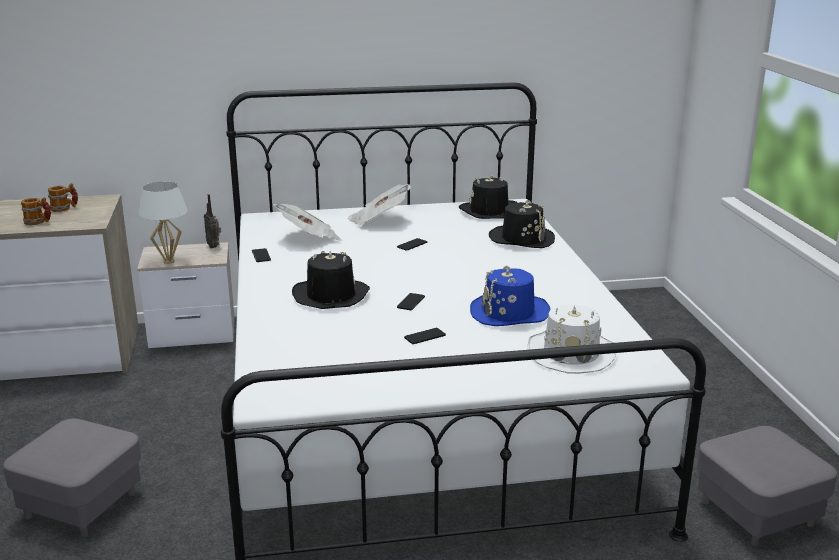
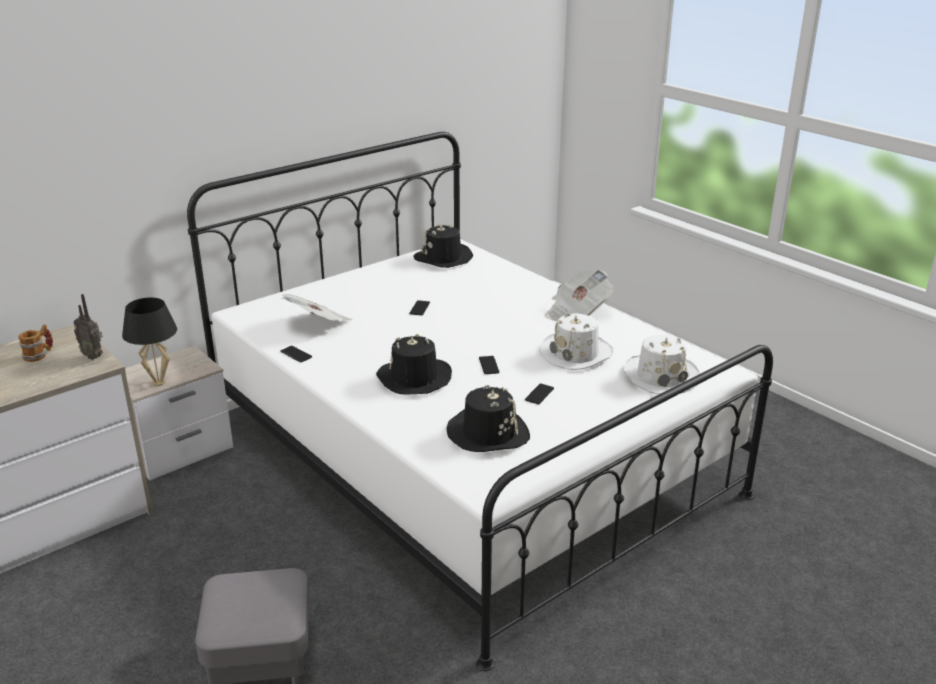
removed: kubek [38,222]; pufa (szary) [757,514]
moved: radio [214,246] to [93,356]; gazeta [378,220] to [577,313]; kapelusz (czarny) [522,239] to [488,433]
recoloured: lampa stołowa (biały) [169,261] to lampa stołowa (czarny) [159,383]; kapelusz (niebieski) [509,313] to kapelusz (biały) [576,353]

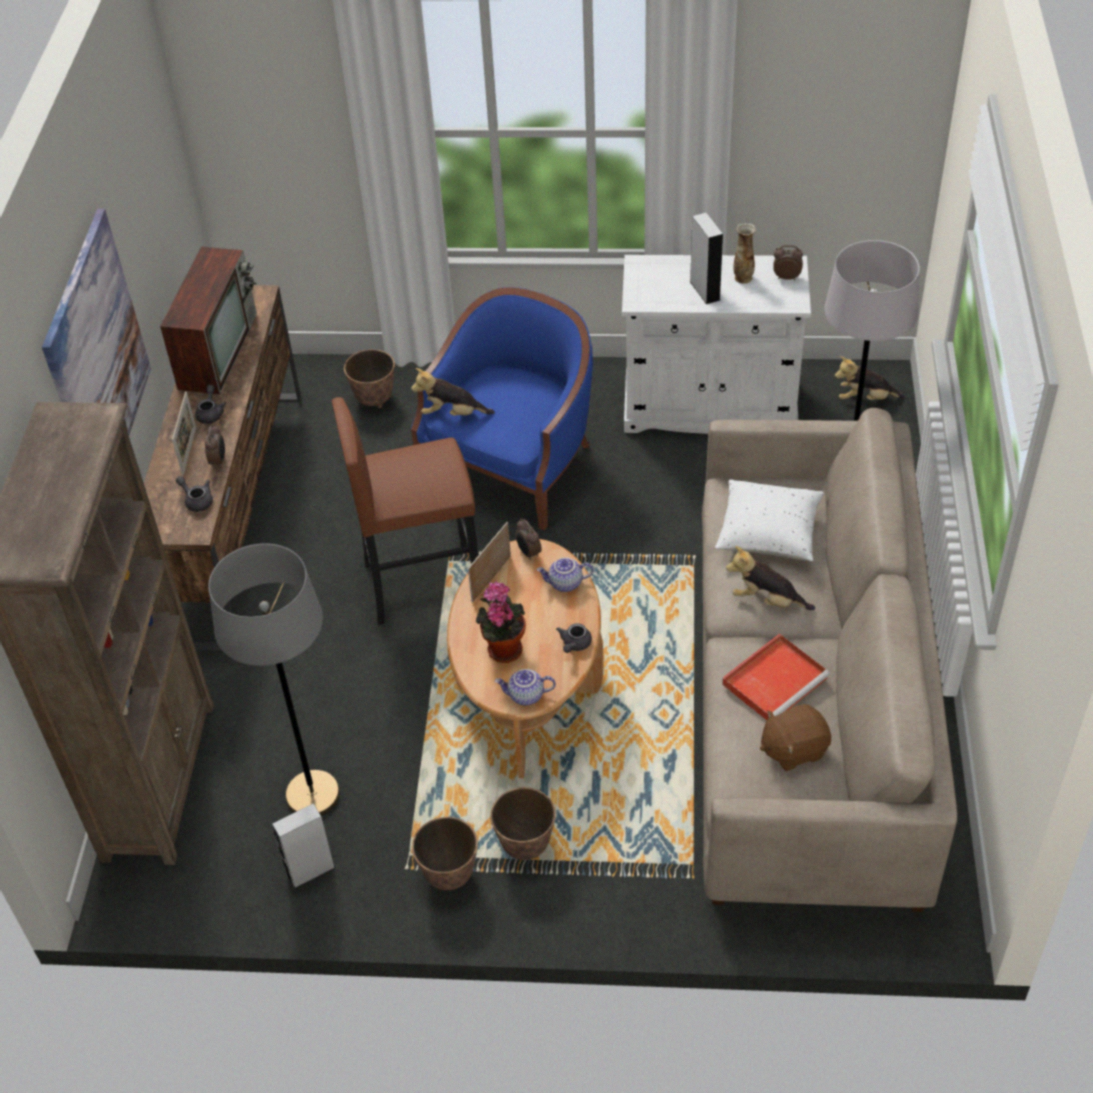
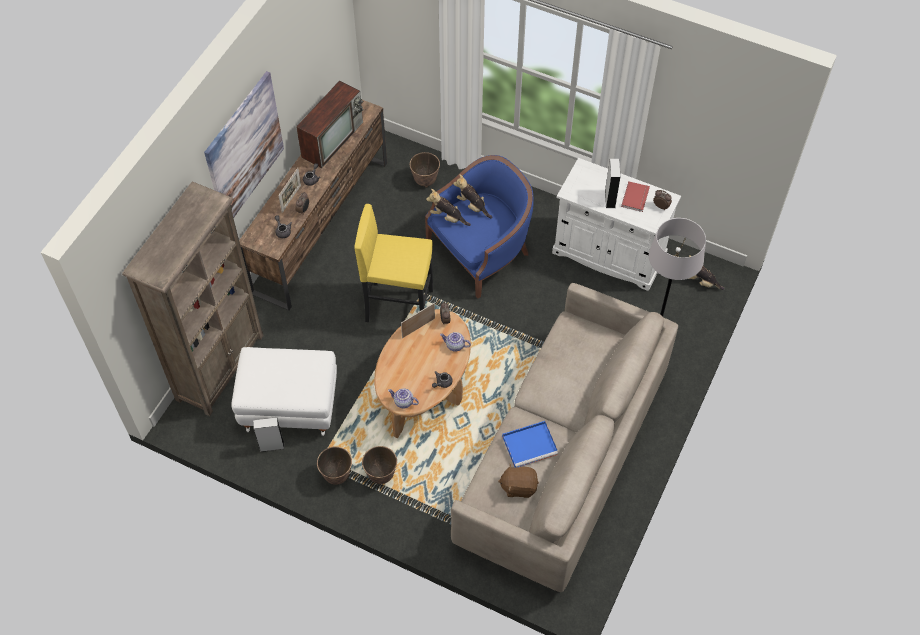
removed: roślina doniczkowa [503,648]; poduszka (biały) [768,534]
moved: pluszak [767,600] to [472,206]
replaced: lampa stojąca (szary) [313,795] to pufa (biały) [290,405]; wazon [743,277] to książka (czerwony) [636,197]
recoloured: stołek (brązowy) [422,582] to stołek (żółty) [399,305]; taca (czerwony) [775,679] to taca (niebieski) [530,445]

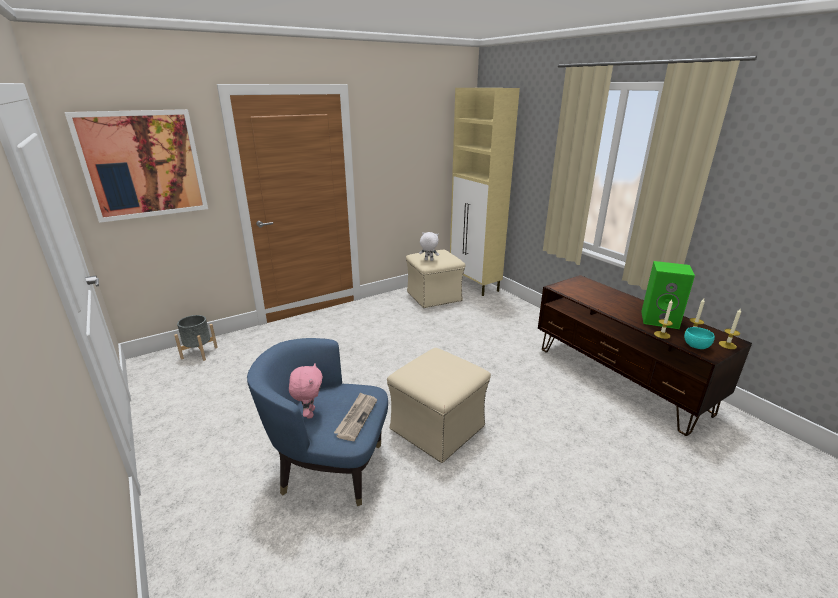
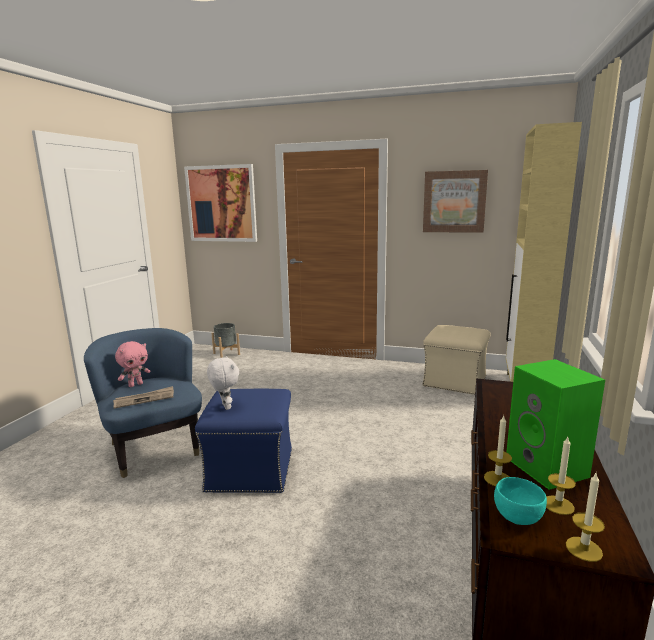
added: obraz [454,202]
moved: pluszak (biały) [428,260] to [225,407]
recoloured: pufa (beżowy) [438,427] to pufa (niebieski) [251,470]

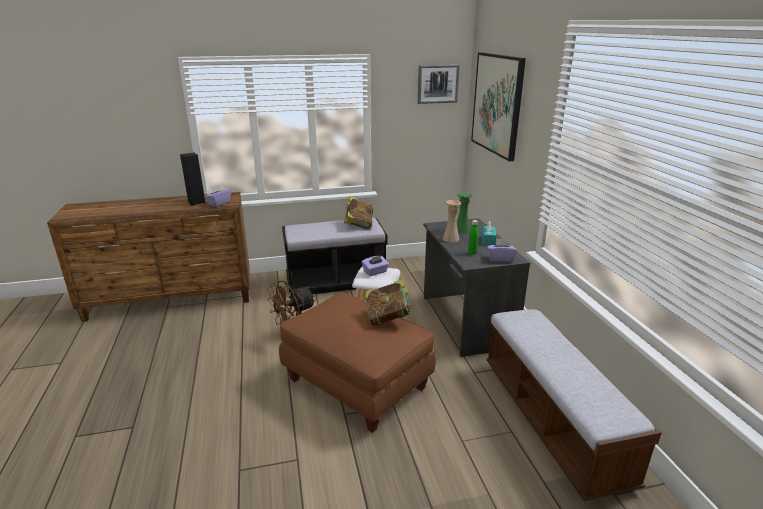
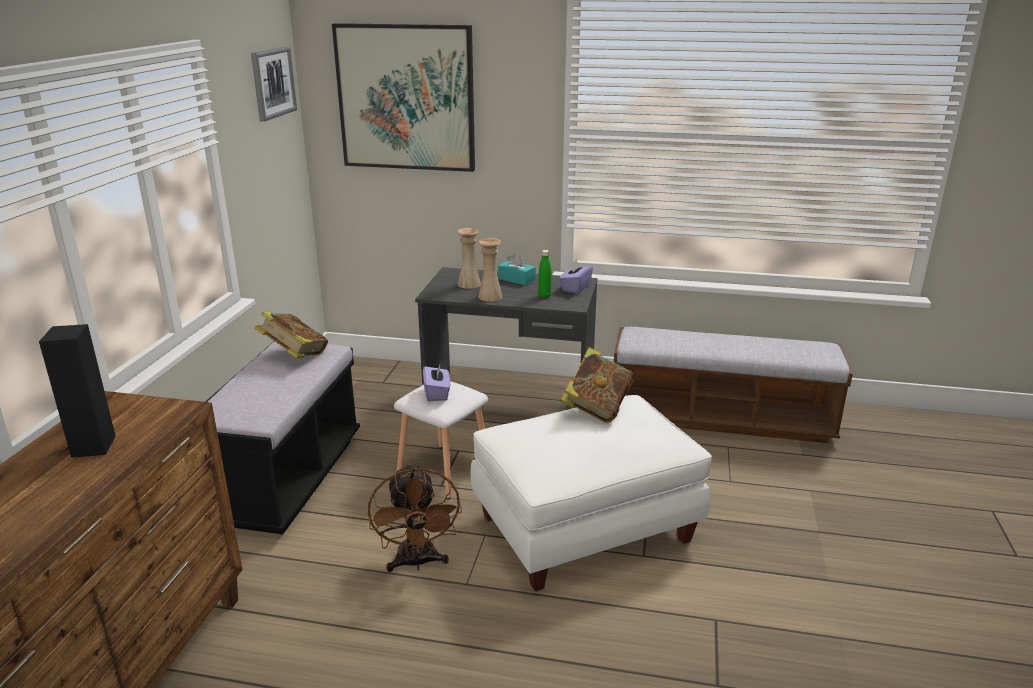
removed: pudełko chusteczek (fioletowy) [219,203]
recoloured: pufa (brązowy) [356,383] to pufa (biały) [585,529]; wazon (zielony) [462,230] to wazon (beżowy) [469,284]

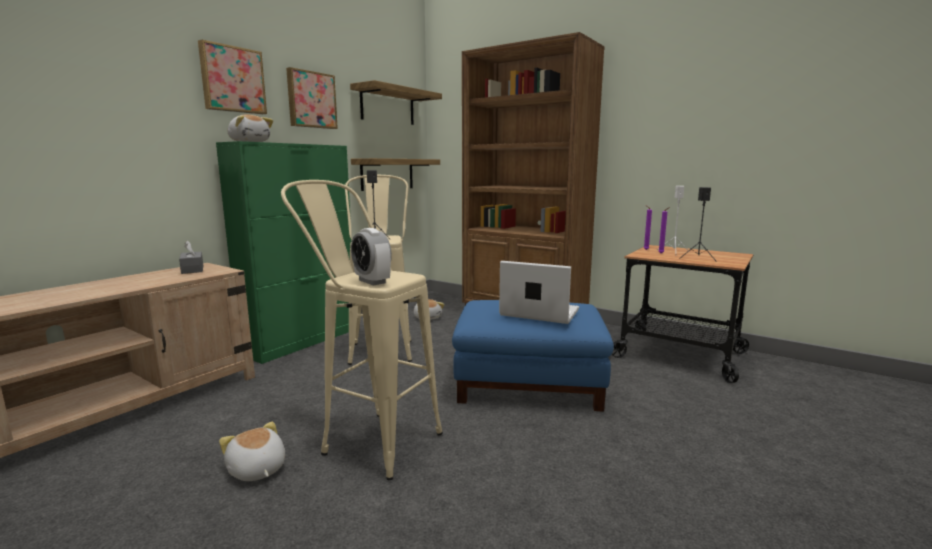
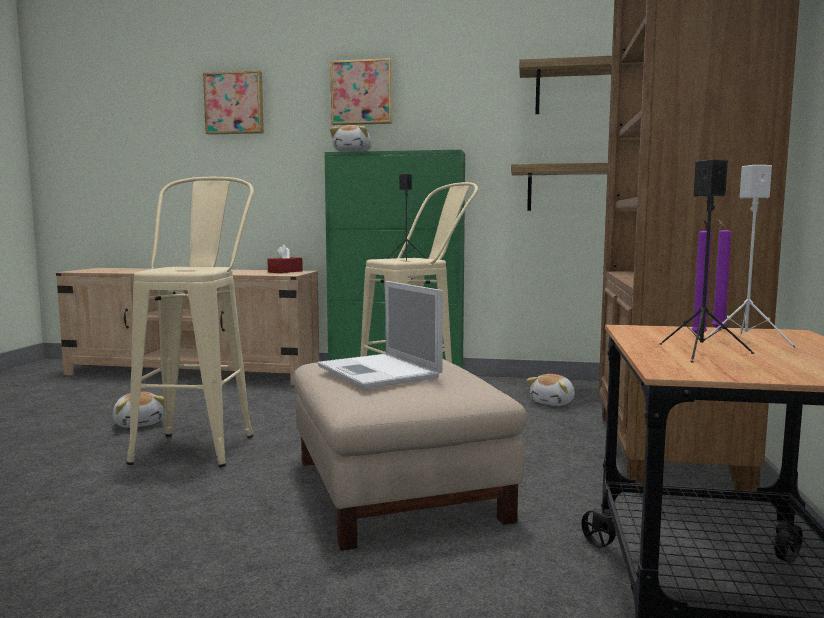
removed: budzik [372,281]
moved: obraz [311,100] to [235,103]
recoloured: pudełko chusteczek (szary) [192,269] to pudełko chusteczek (czerwony) [285,271]; pufa (niebieski) [529,382] to pufa (beżowy) [399,489]
turned: pluszak [256,470] = [139,423] 120 degrees clockwise; laptop [538,312] = [380,372] 150 degrees clockwise

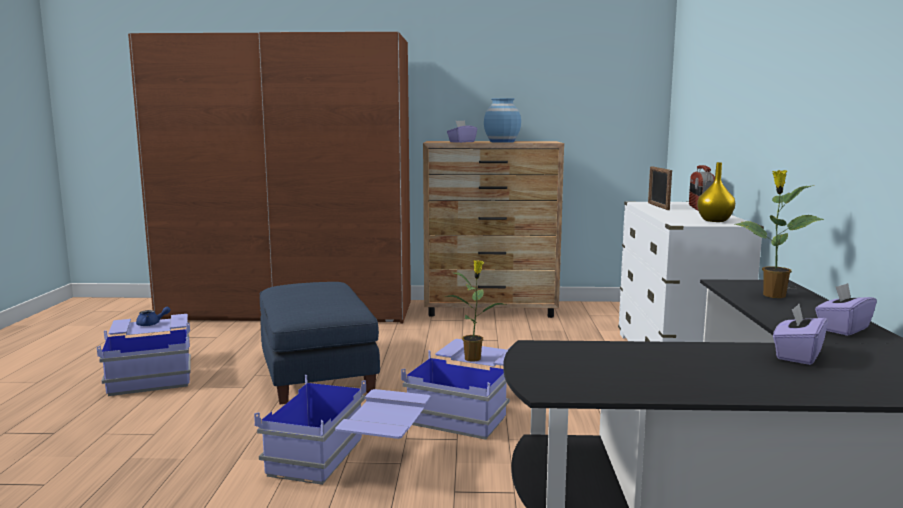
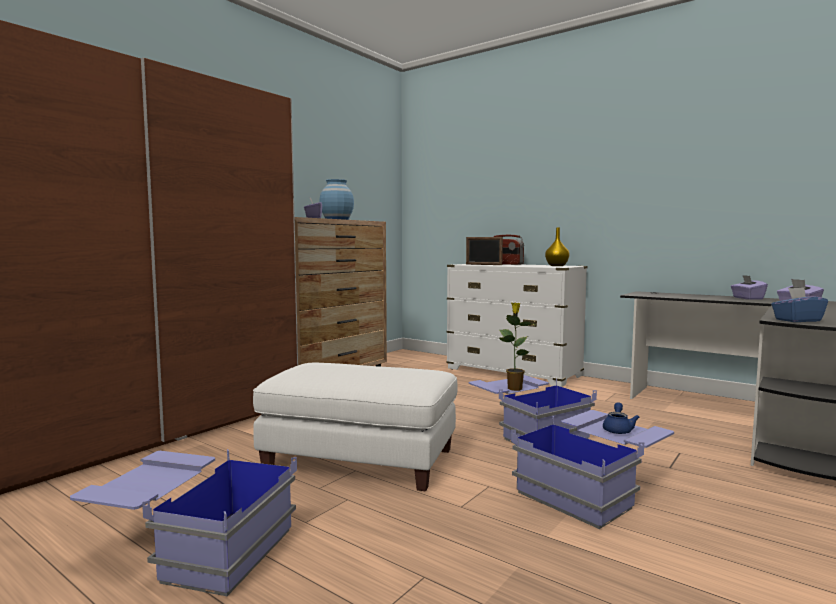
removed: roślina doniczkowa [773,295]
added: pudełko chusteczek (niebieski) [797,320]
moved: imbryk (niebieski) [152,324] to [618,429]
recoloured: pufa (niebieski) [317,371] to pufa (biały) [361,459]

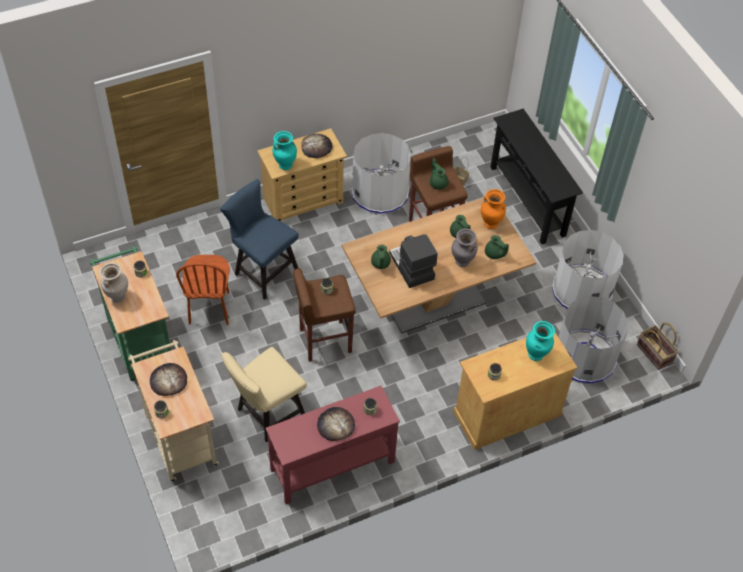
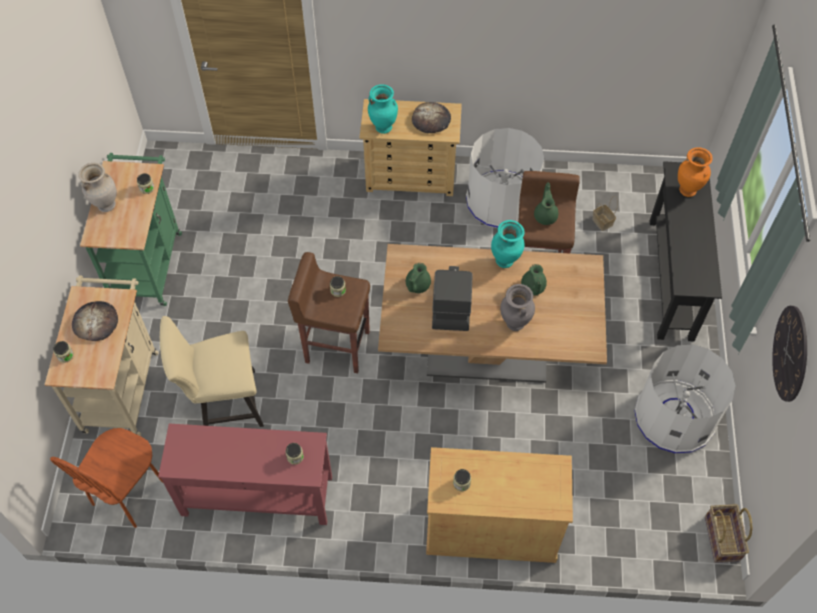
removed: krzesło (niebieski) [262,270]; chleb [335,425]; imbryk (zielony) [494,254]; kosz na śmieci (szary) [584,357]
added: zegar ścienny [790,353]
moved: krzesło (brązowy) [209,308] to [129,493]; wazon (pomarańczowy) [491,223] to [688,190]; wazon (turkusowy) [536,355] to [505,261]

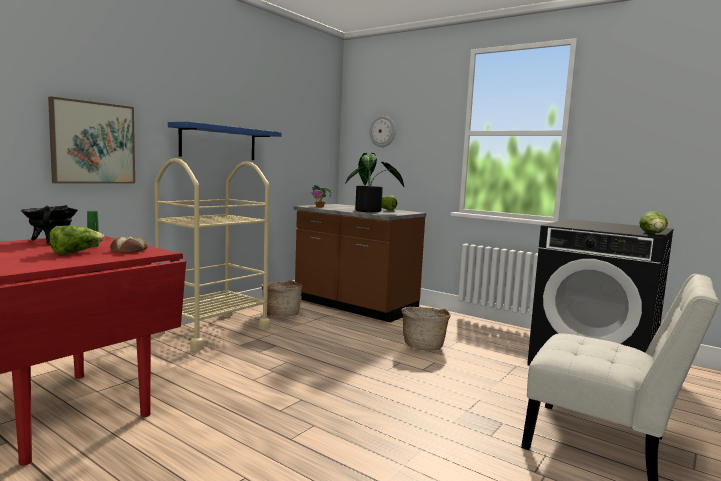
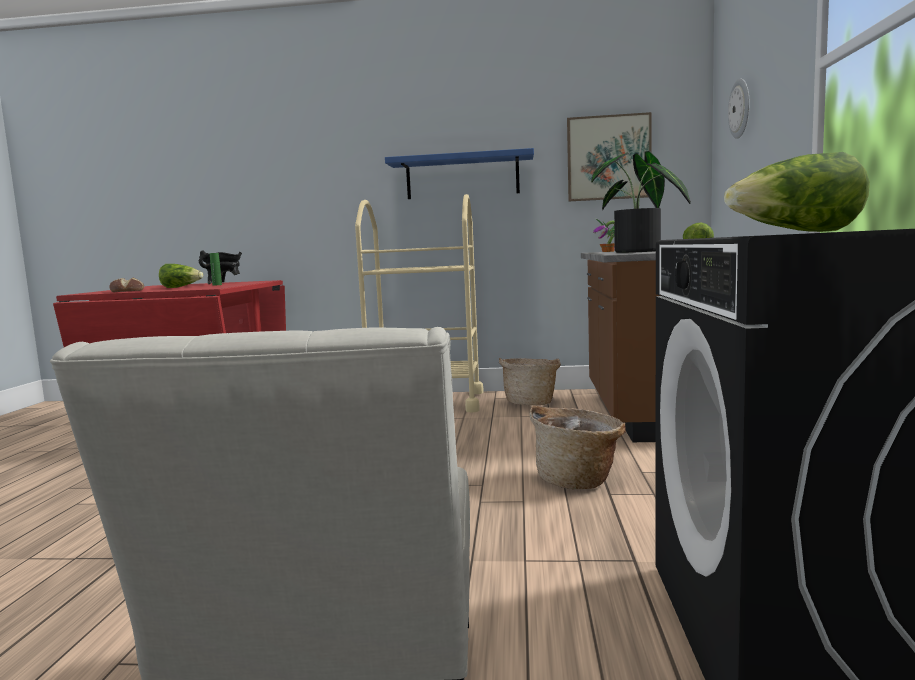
moved: obraz [93,143] to [608,158]; chleb [130,250] to [126,291]

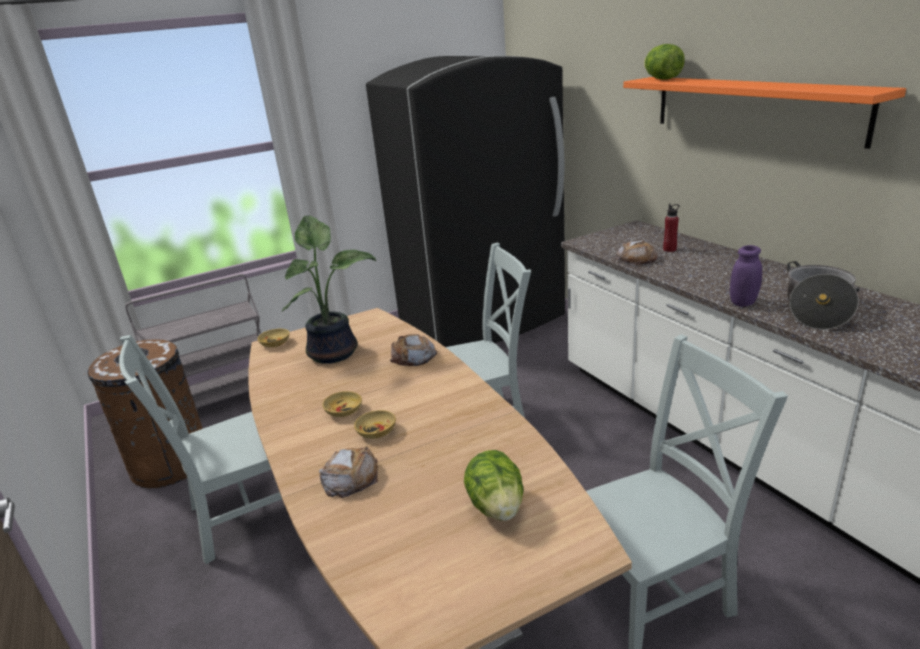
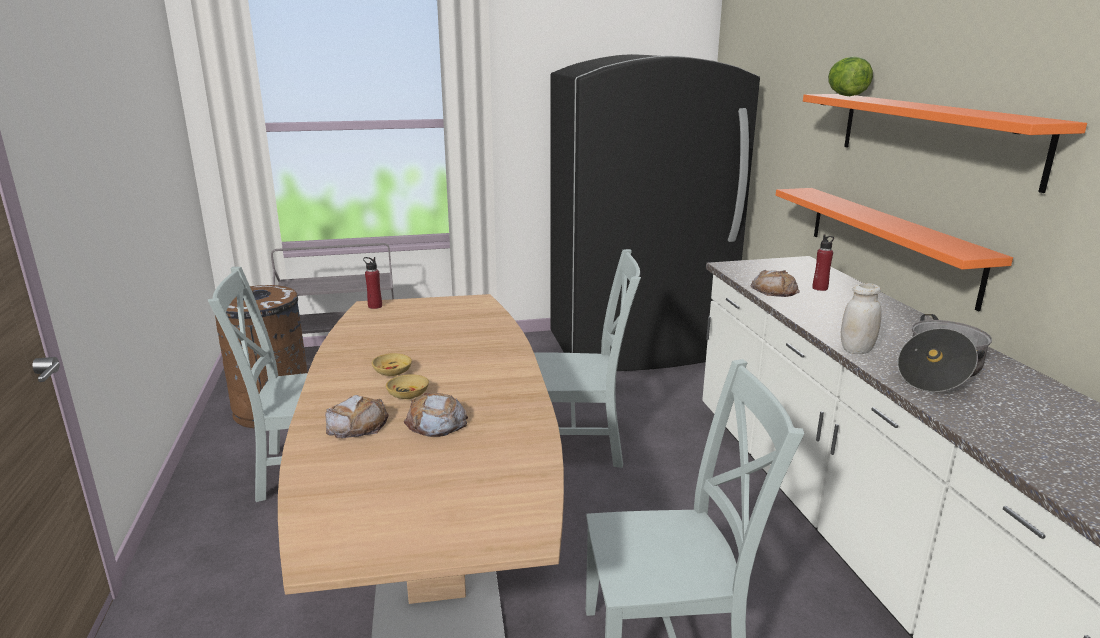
removed: roślina doniczkowa [335,351]; sałata [496,507]
added: półka (pomarańczowy) [889,242]
moved: chleb [413,356] to [436,423]
replaced: miska (beżowy) [275,344] to butelka (czerwony) [375,306]
recoloured: słoik (fioletowy) [743,302] to słoik (biały) [856,350]

